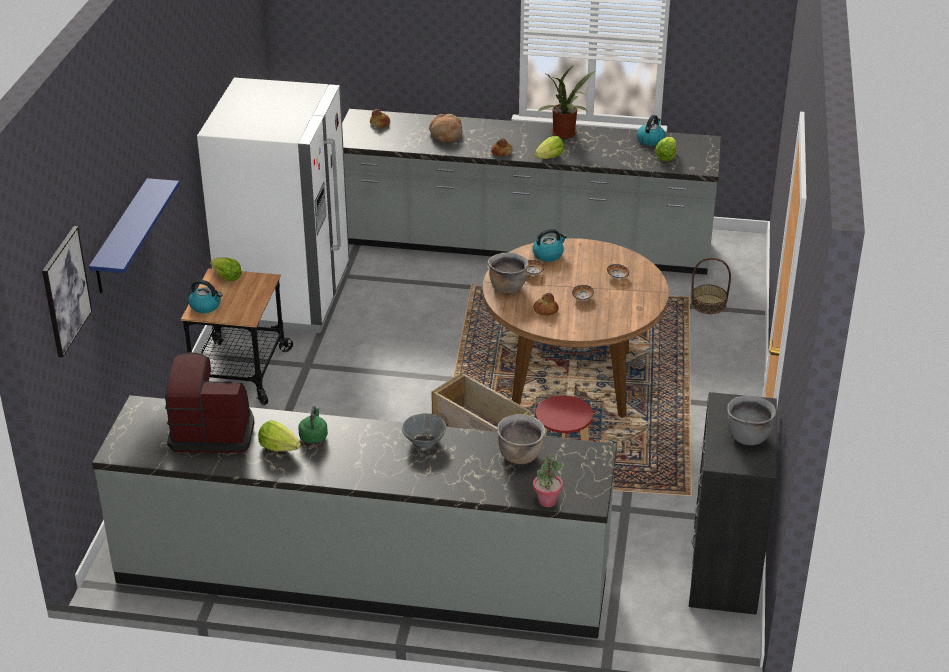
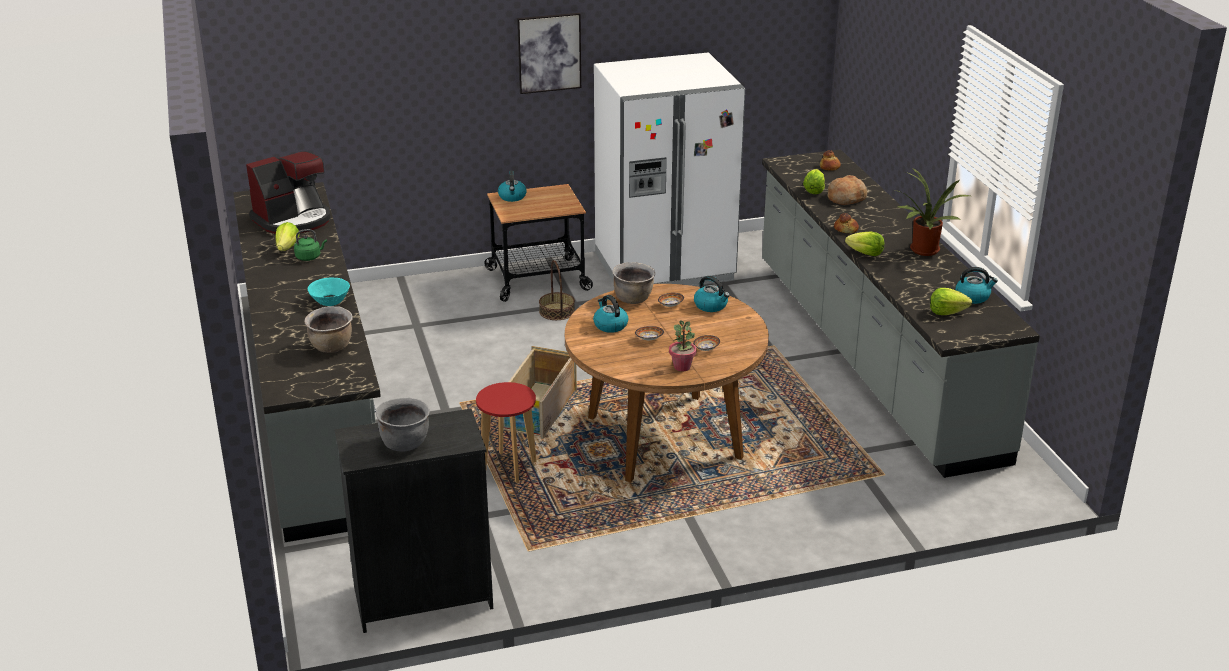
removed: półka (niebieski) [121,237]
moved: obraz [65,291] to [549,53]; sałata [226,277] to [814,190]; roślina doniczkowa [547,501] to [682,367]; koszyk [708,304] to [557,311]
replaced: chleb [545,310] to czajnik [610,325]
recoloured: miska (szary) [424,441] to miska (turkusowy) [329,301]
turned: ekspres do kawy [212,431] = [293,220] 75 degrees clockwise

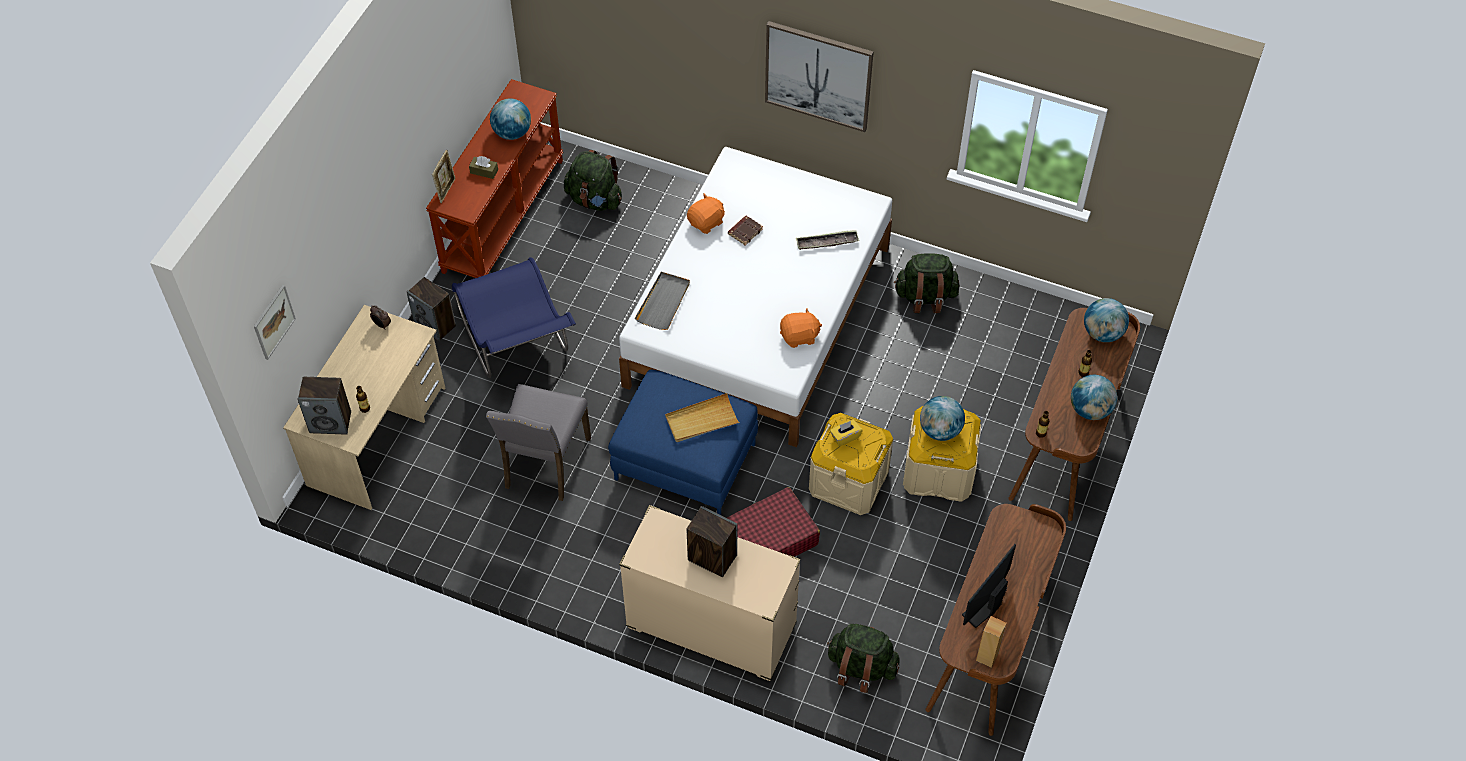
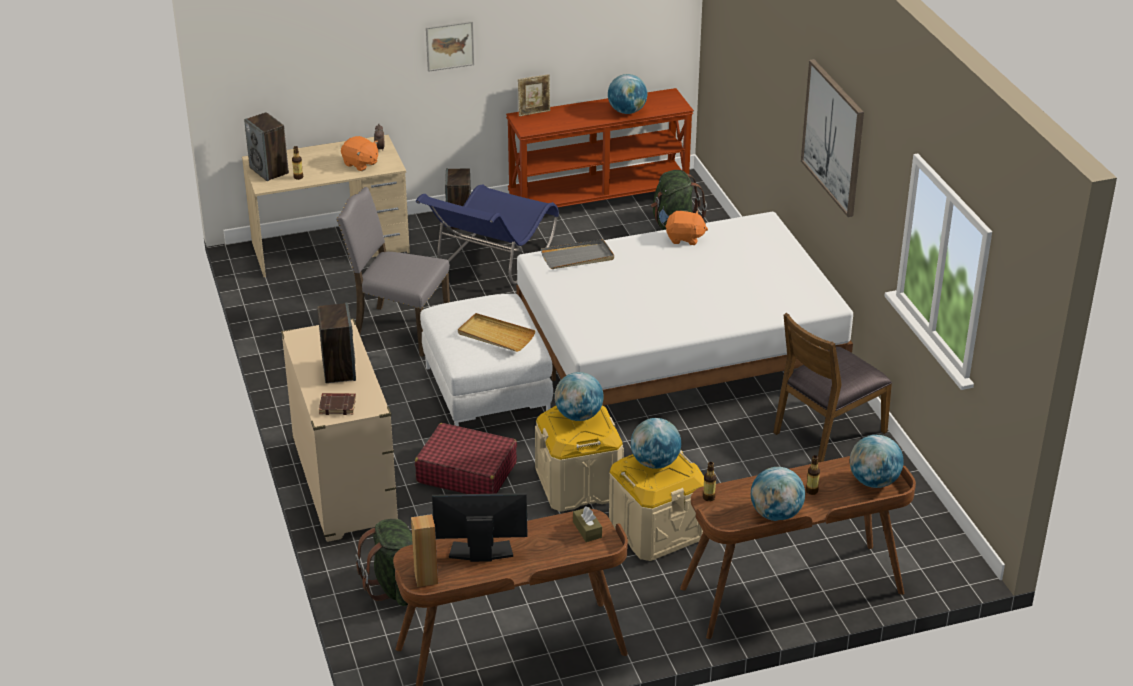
removed: taca [827,242]
moved: obraz [273,322] to [449,45]; pudełko chusteczek (brązowy) [484,171] to [587,530]; książka (brązowy) [745,231] to [338,406]; pluszak (pomarańczowy) [799,336] to [360,164]
replaced: pudełko chusteczek (żółty) [845,437] to globus [578,416]; plecak (zielony) [925,297] to krzesło (brązowy) [827,431]
recoloured: pufa (niebieski) [686,461] to pufa (biały) [487,392]
turned: krzesło (szary) [545,464] = [399,329] 45 degrees clockwise

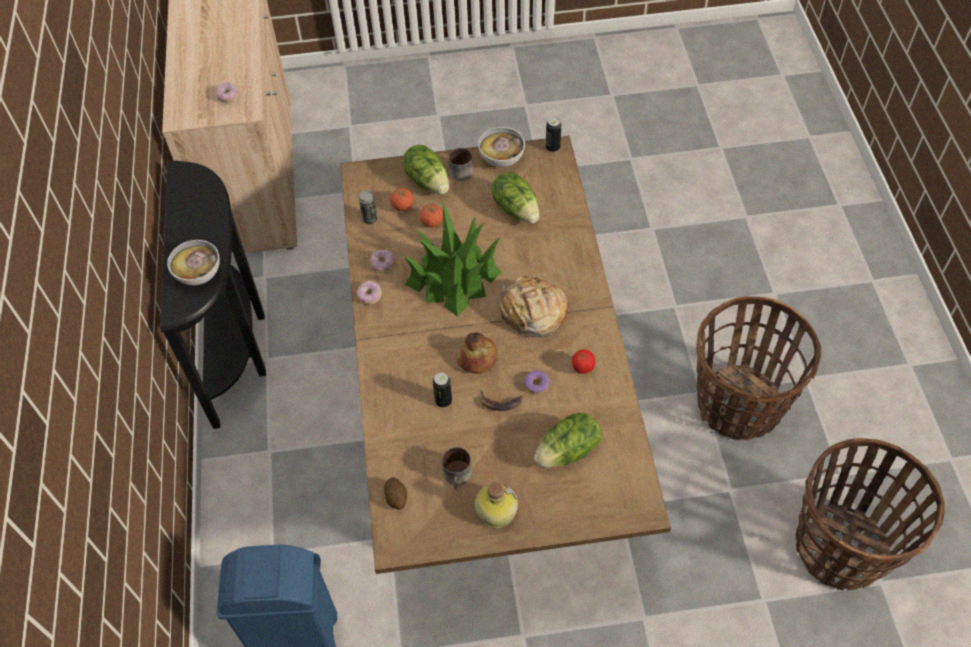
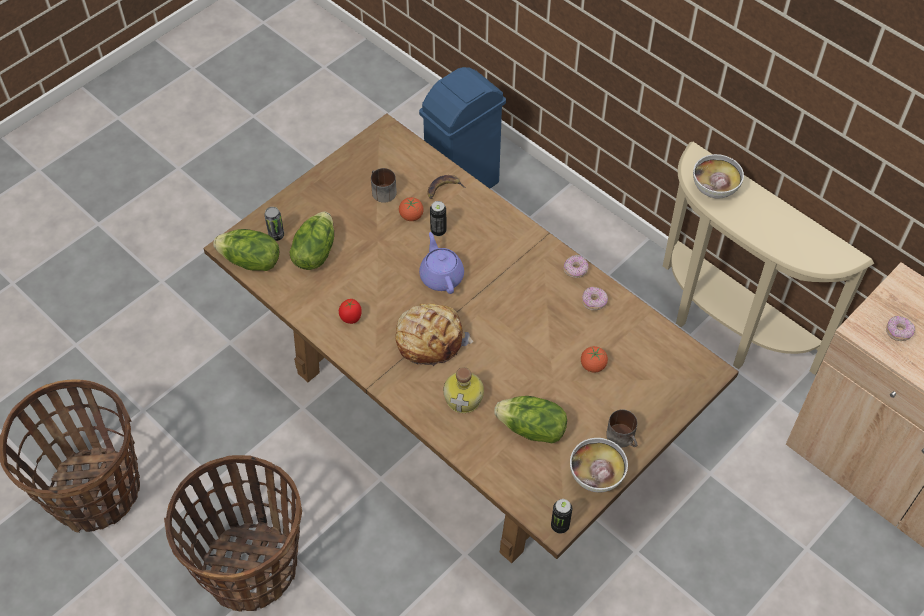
removed: ziemniak [396,498]; roślina doniczkowa [454,276]; donut [537,385]
moved: puszka [370,219] to [276,235]; pomidor [402,206] to [411,216]; sałata [428,181] to [250,262]; butelka [495,511] to [464,398]; banan [501,402] to [443,189]
replaced: chleb [478,358] to imbryk (fioletowy) [441,276]
recoloured: stolik konsolowy (czarny) [238,346] to stolik konsolowy (beżowy) [725,330]

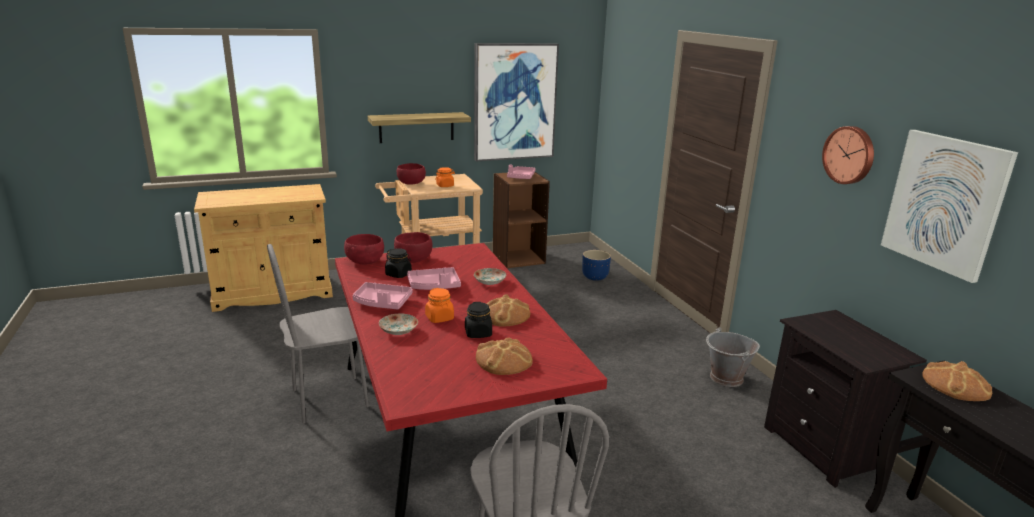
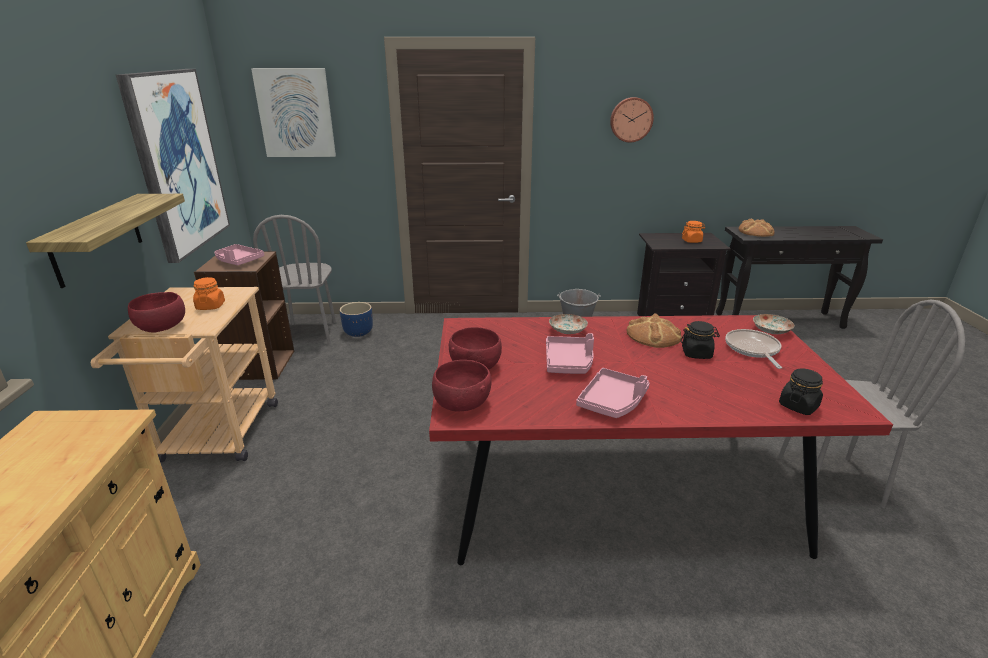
moved: krzesło (szary) [330,398] to [309,333]; talerz [398,331] to [771,331]; słoik (czarny) [398,274] to [798,406]; słoik (pomarańczowy) [439,318] to [691,241]; obraz [945,203] to [295,113]
replaced: chleb [503,360] to patelnia [752,349]

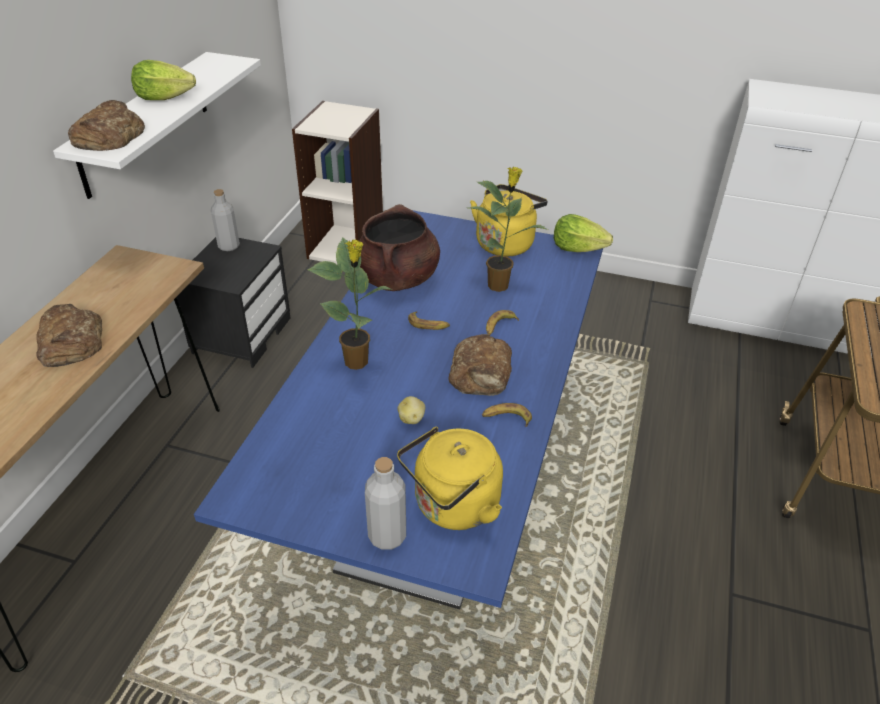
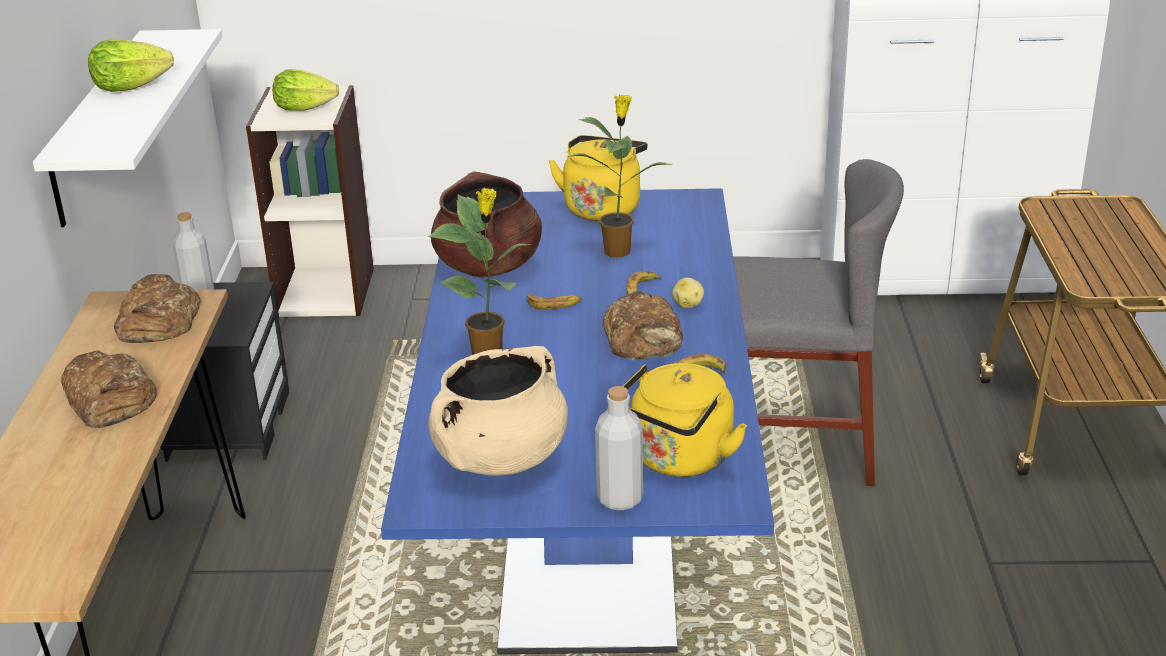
added: garnek (beżowy) [500,458]; krzesło (szary) [792,443]
moved: chleb [109,136] to [158,320]; ziemniak [412,419] to [688,304]; sałata [577,248] to [304,108]

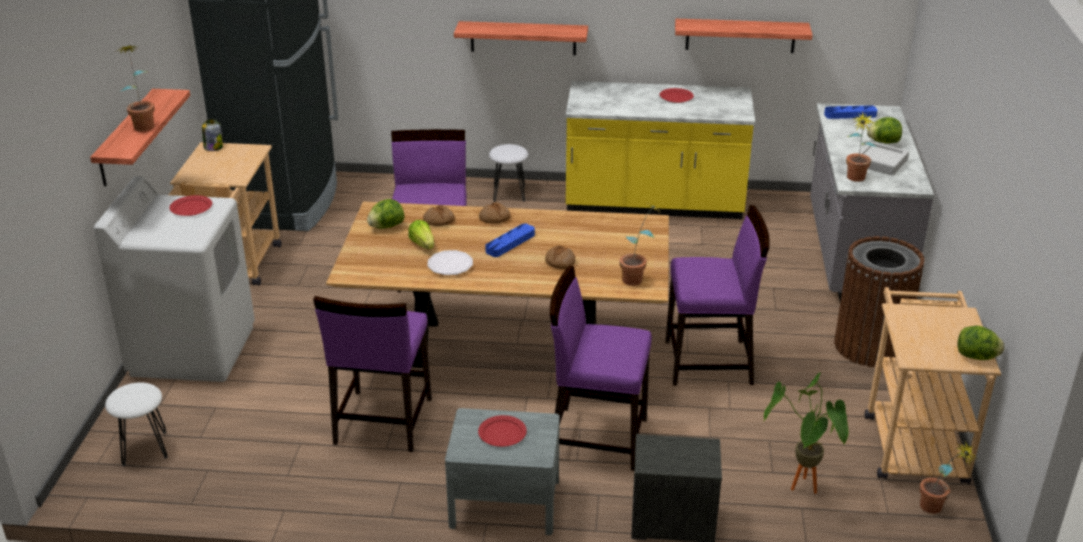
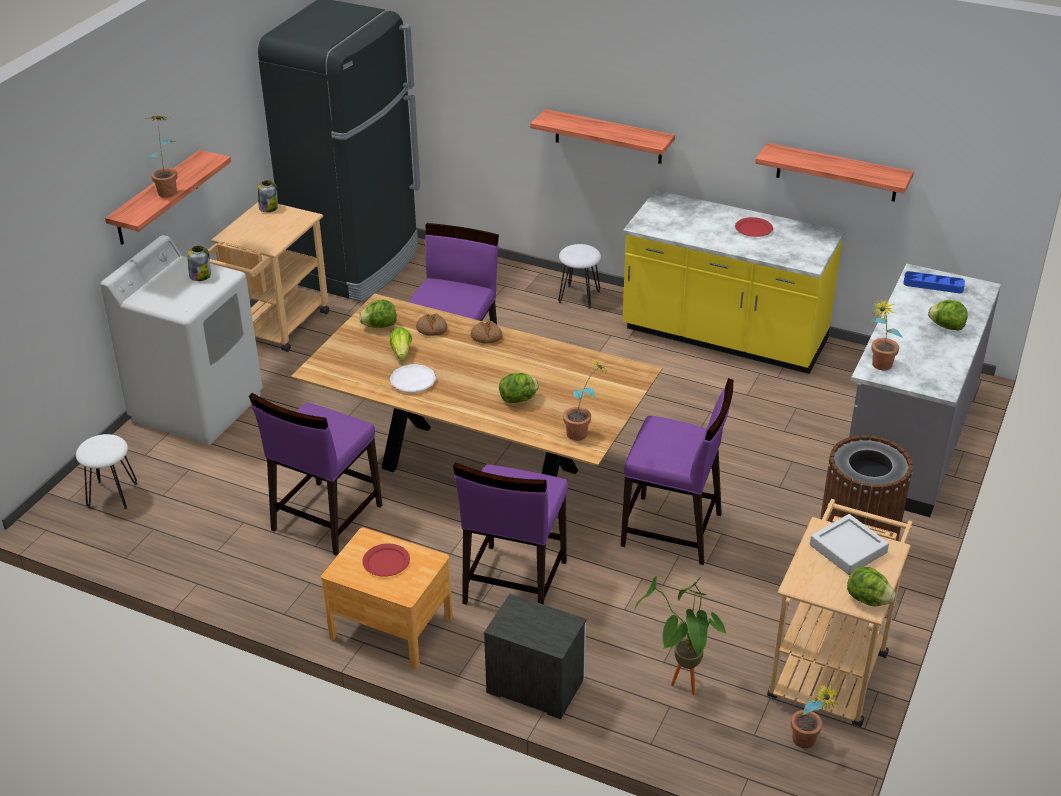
removed: taca (niebieski) [510,243]
moved: taca (szary) [880,162] to [848,549]
replaced: talerz (czerwony) [191,208] to słoik [200,276]; chleb [560,262] to sałata [519,399]
recoloured: szafka nocna (szary) [505,503] to szafka nocna (brązowy) [391,627]
turned: krzesło (fioletowy) [597,437] = [514,583] 105 degrees counterclockwise

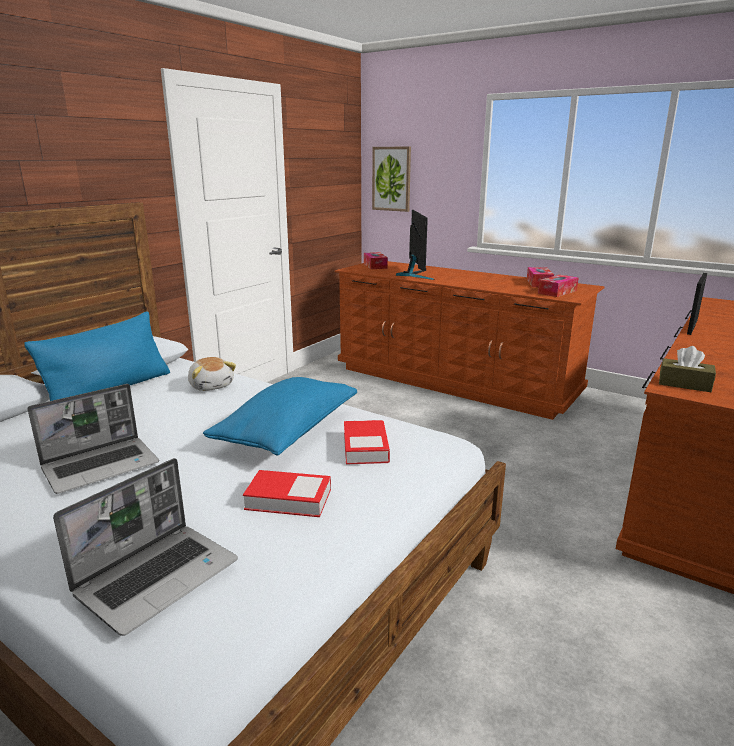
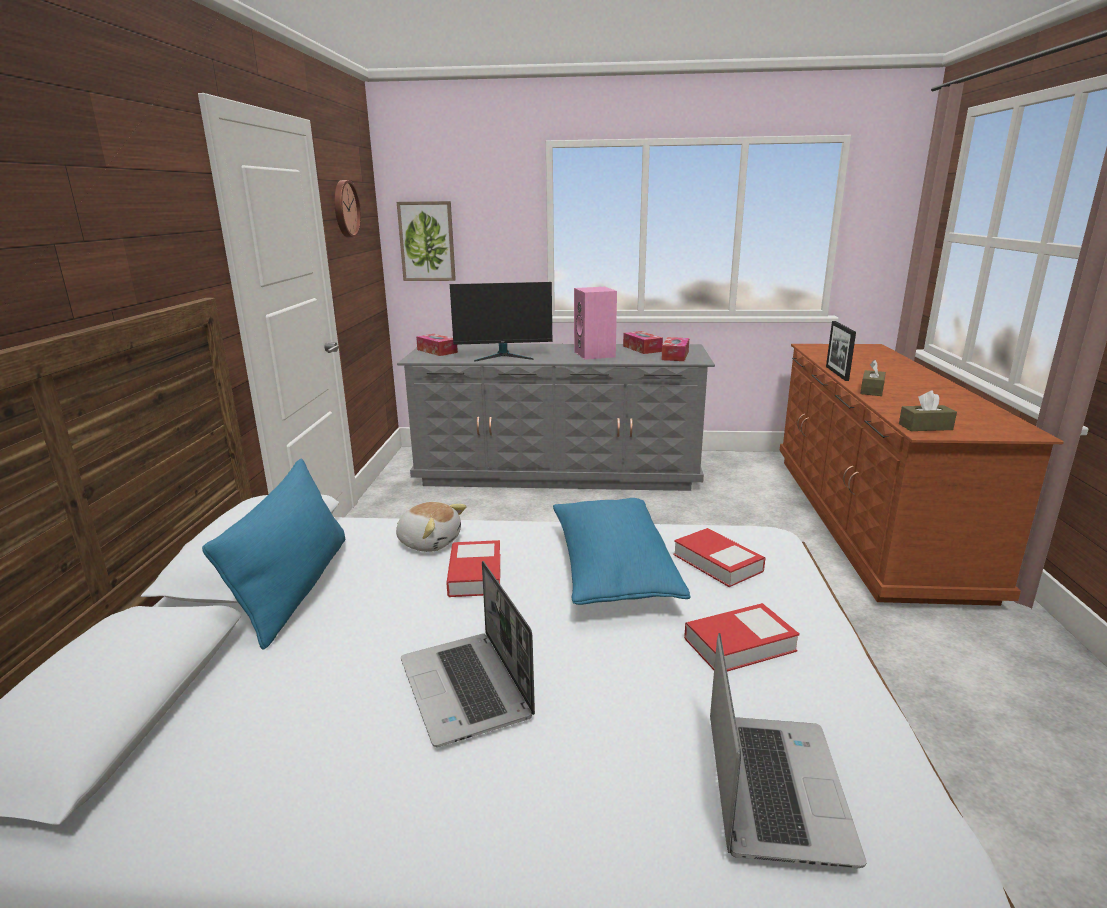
added: zegar ścienny [344,209]; książka [475,574]; głośnik (różowy) [595,354]; pudełko chusteczek (brązowy) [871,390]
recoloured: komoda (brązowy) [454,381] to komoda (szary) [557,472]
turned: laptop [102,466] = [467,689] 135 degrees clockwise; monitor [415,275] = [504,356] 120 degrees clockwise

